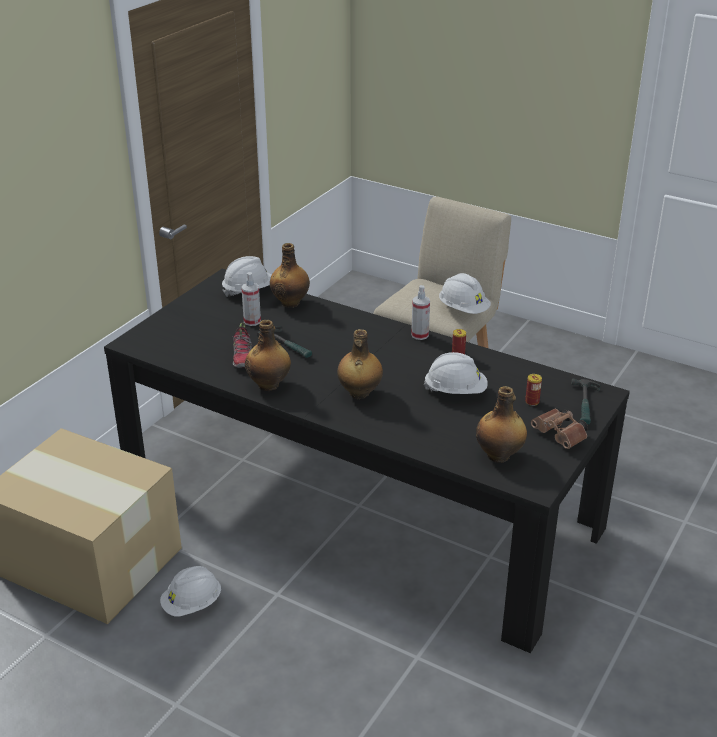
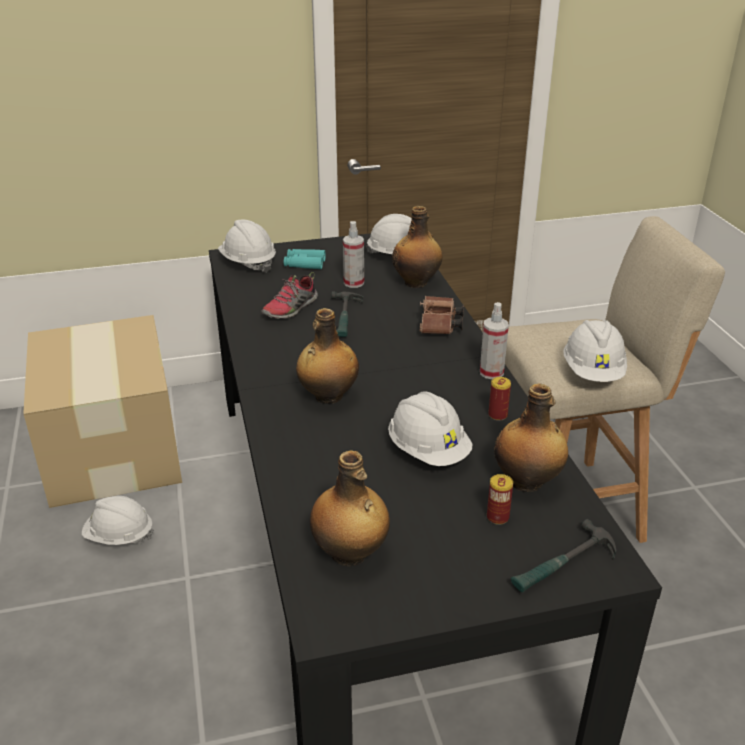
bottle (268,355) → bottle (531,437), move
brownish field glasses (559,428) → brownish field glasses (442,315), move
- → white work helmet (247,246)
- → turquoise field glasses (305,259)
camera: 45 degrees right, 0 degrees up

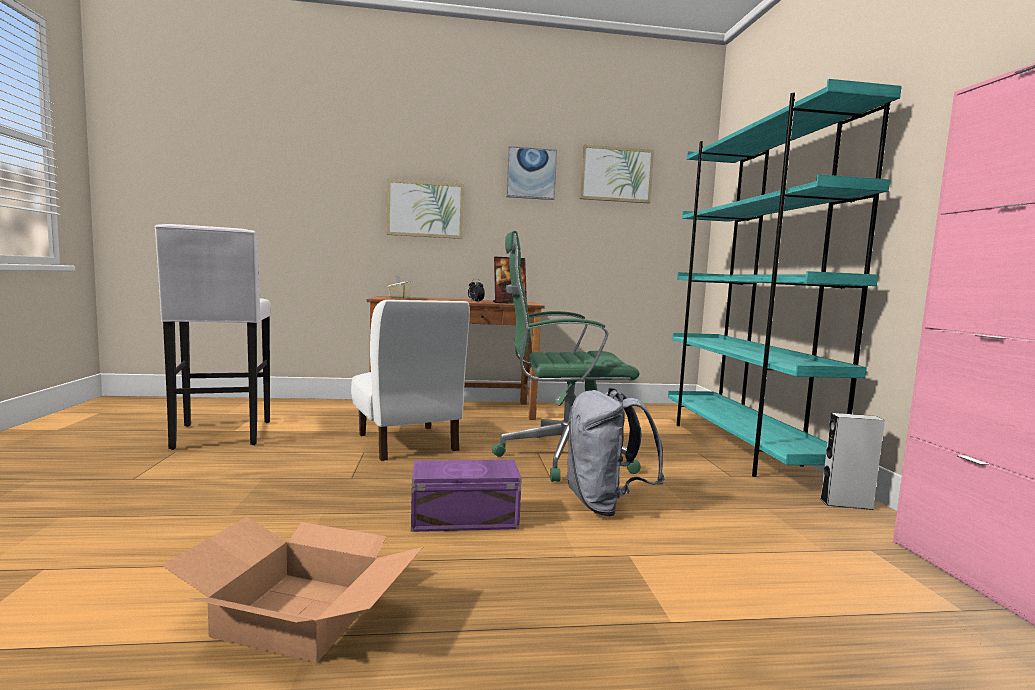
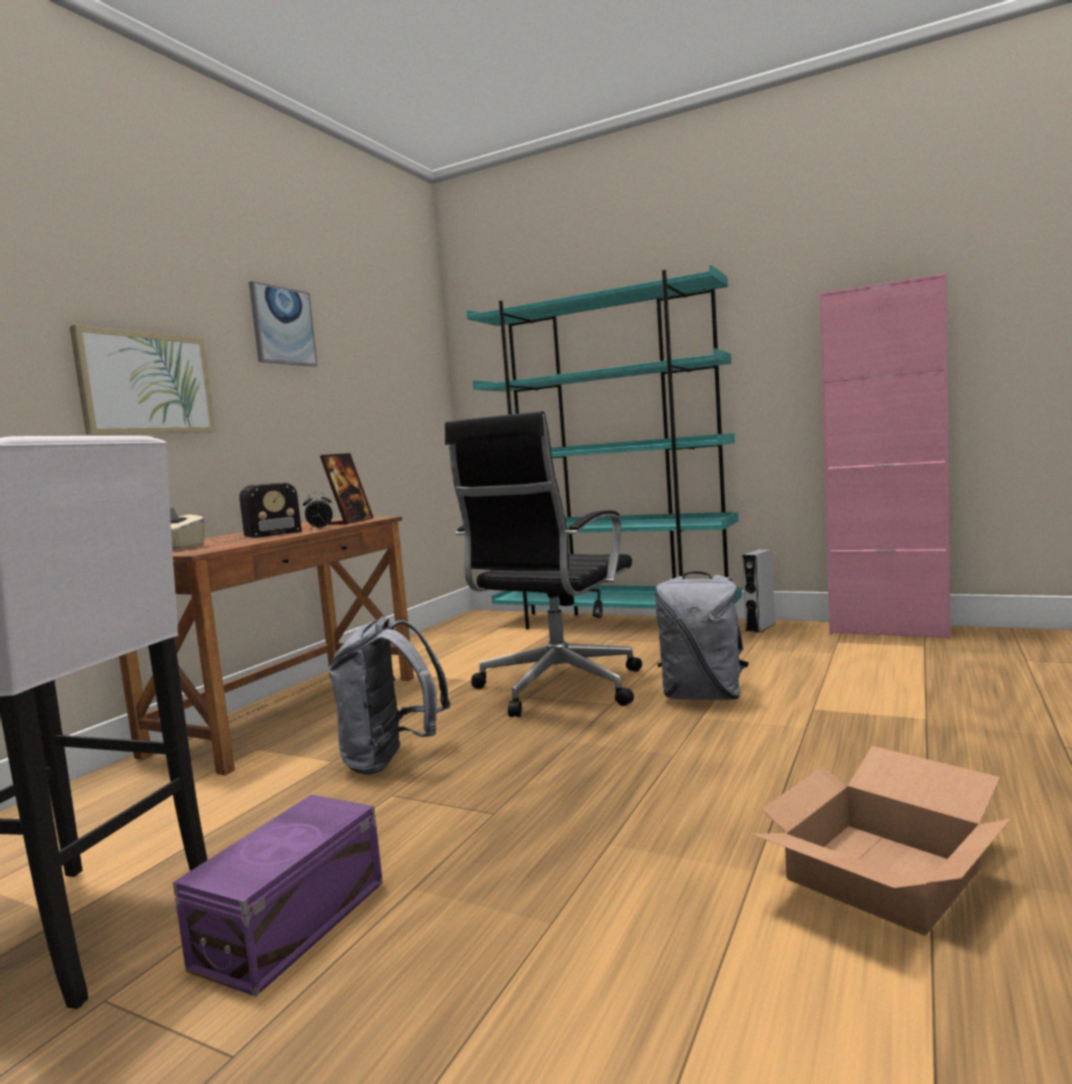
wall picture (616,173) → -
greenish desk chair (566,356) → blackish desk chair (543,564)
white upright chair (410,380) → greyish backpack (389,696)
purplish storage container (466,496) → purplish storage container (278,895), move
- → radio set (257,512)
camera: 55 degrees left, 0 degrees up

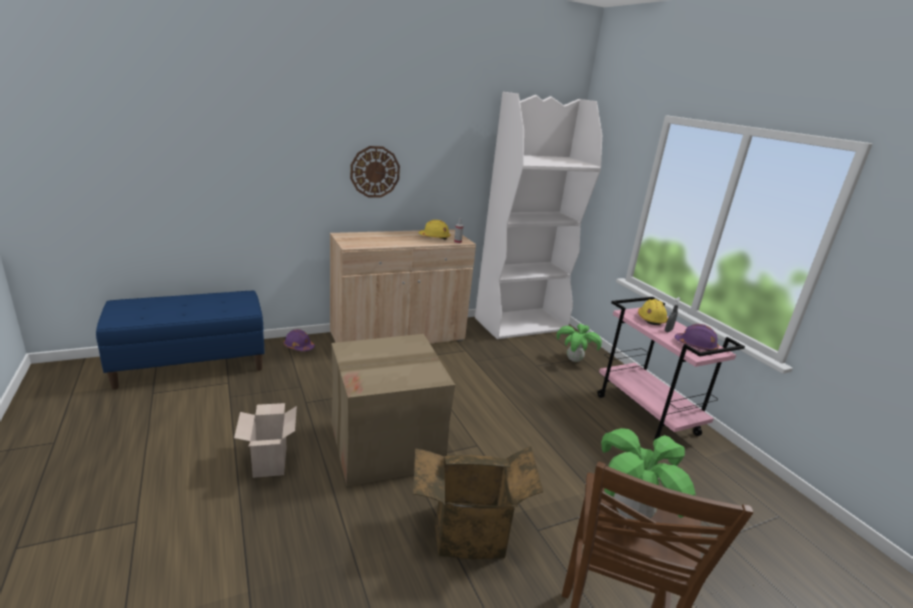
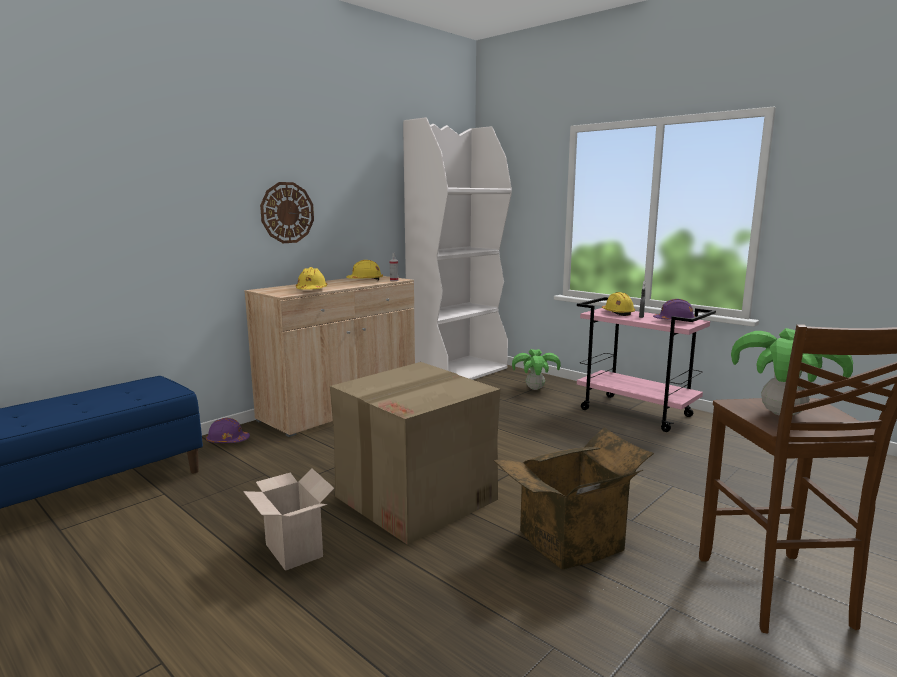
- → yellow work helmet (311,278)
camera: 20 degrees left, 10 degrees down

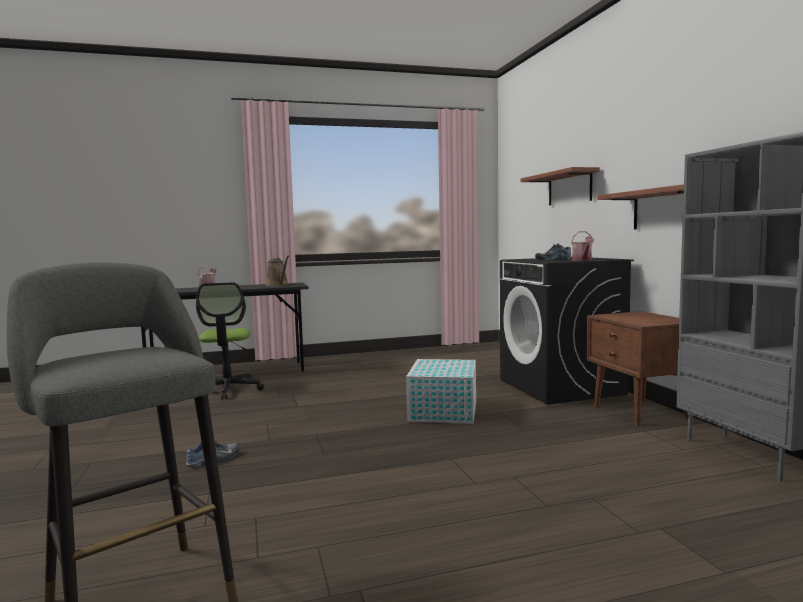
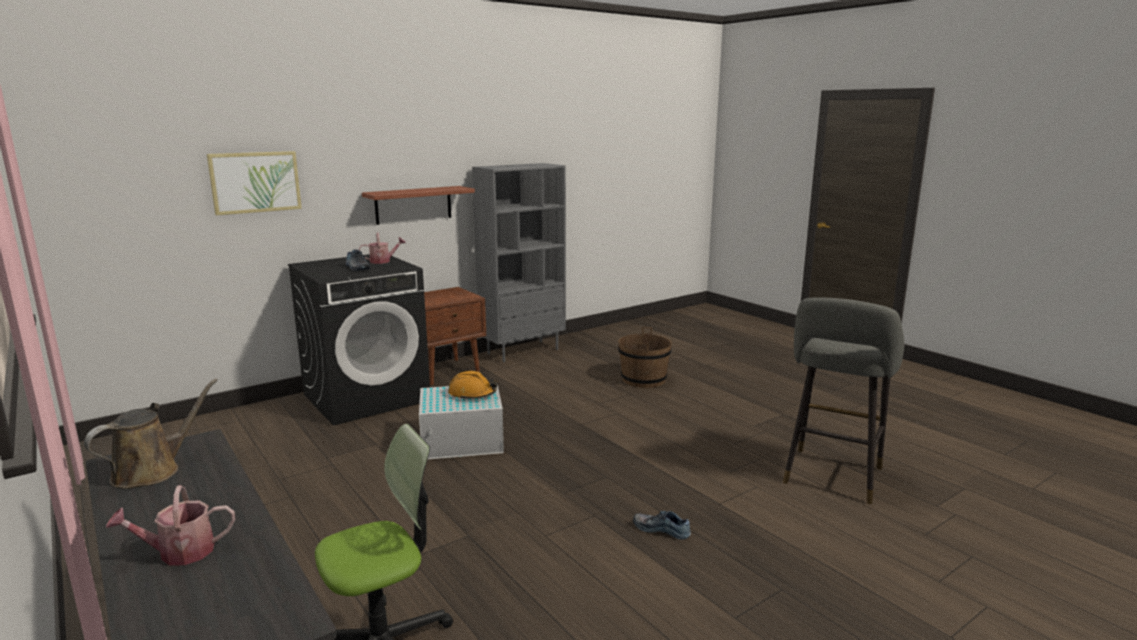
shelf (560,186) → wall picture (254,183)
- → brownish water bucket (645,357)
- → orange work helmet (473,385)
camera: 110 degrees left, 10 degrees up

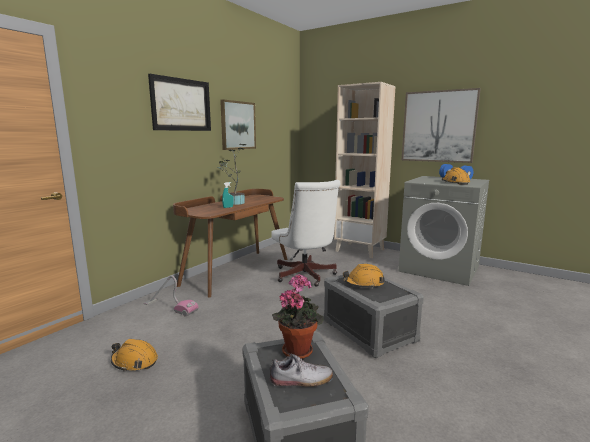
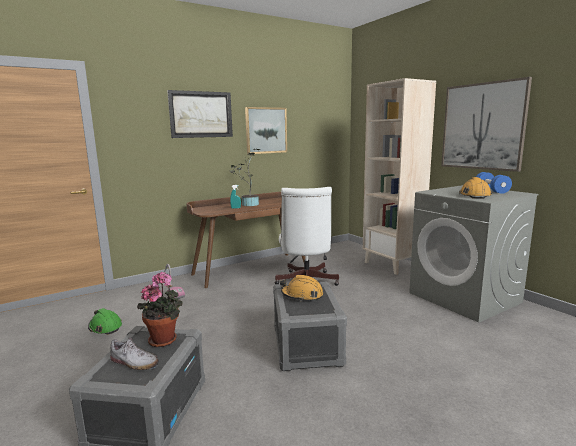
orange work helmet (134,355) → greenish work helmet (105,321)
camera: 25 degrees right, 0 degrees up

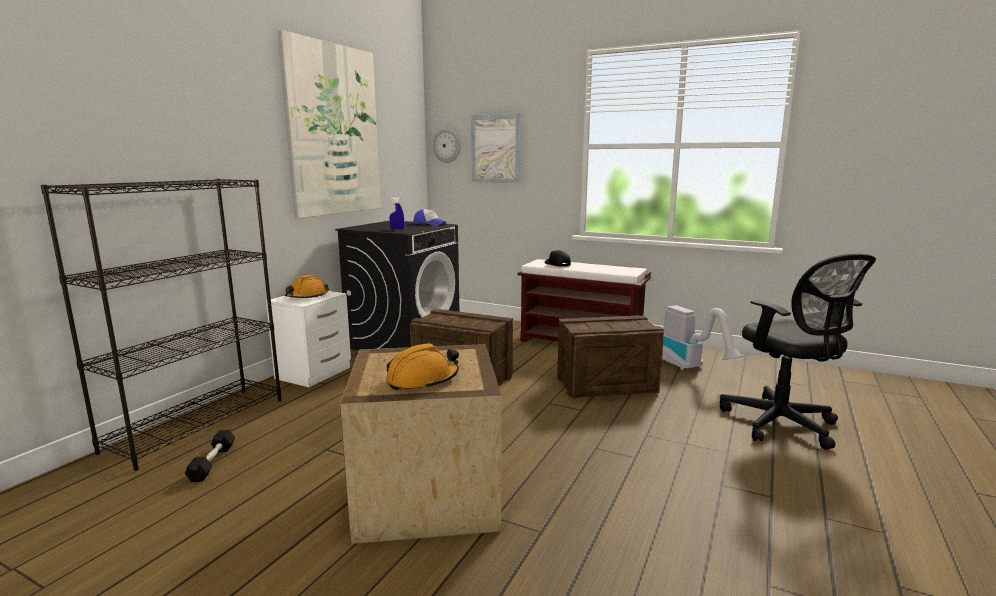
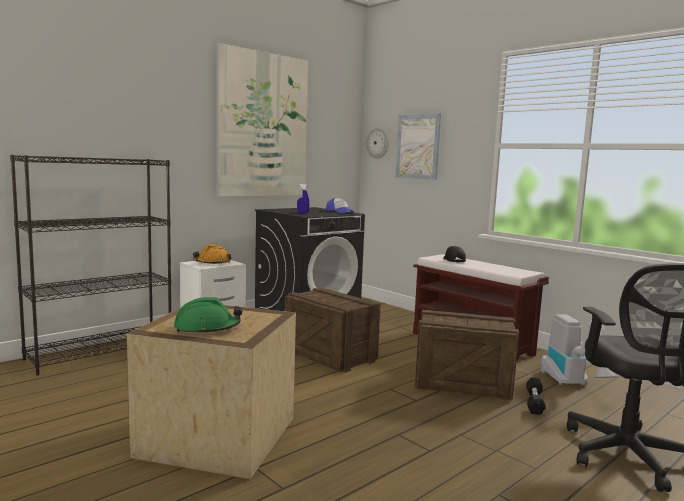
orange work helmet (422,367) → greenish work helmet (208,316)
blackish dumbbell (210,456) → blackish dumbbell (536,396), move
camera: 20 degrees right, 5 degrees down

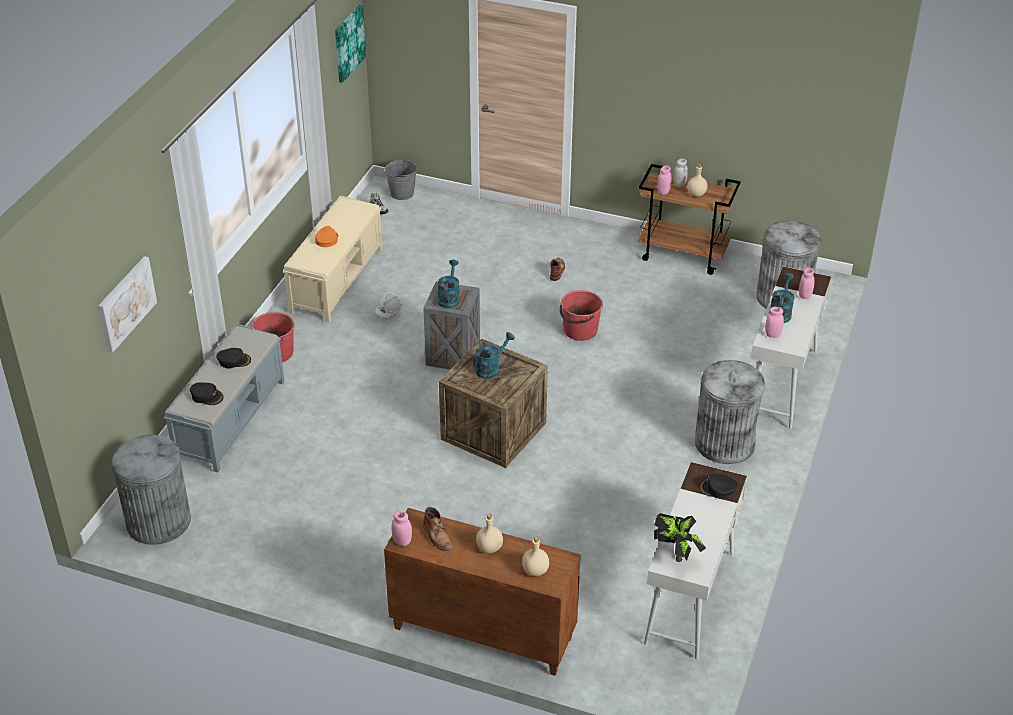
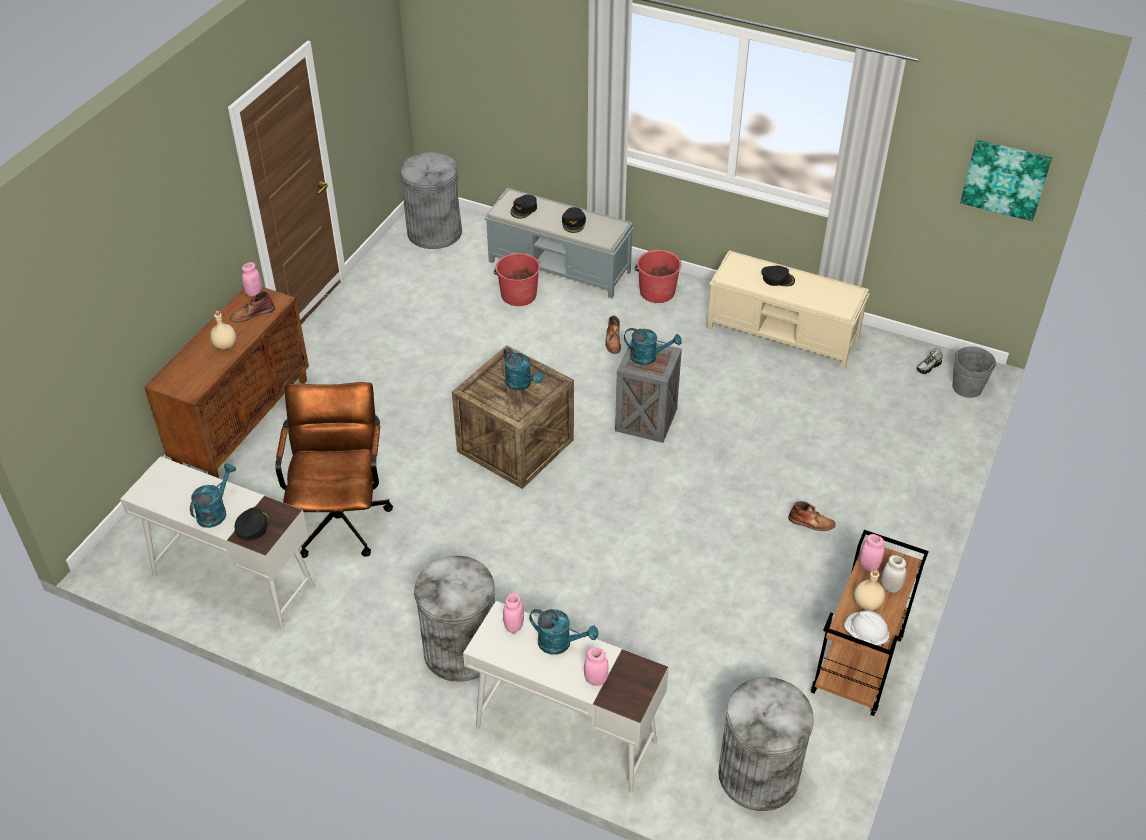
orange peaked cap (326,236) → blackish peaked cap (778,276)
wall picture (127,304) → -
reddish water bucket (581,315) → reddish water bucket (517,279), move
white work helmet (388,306) → white work helmet (866,628), move
houseplant (680,537) → -
sand-coloured bottle (535,556) → -
- → brownish boot (613,334)
- → brownish desk chair (334,470)
- → turquoise sprinkling can (213,495)
camera: 95 degrees right, 5 degrees up

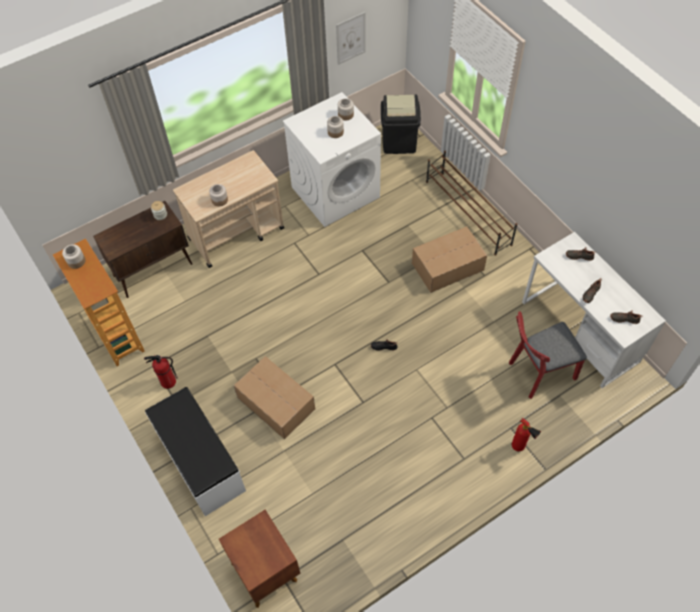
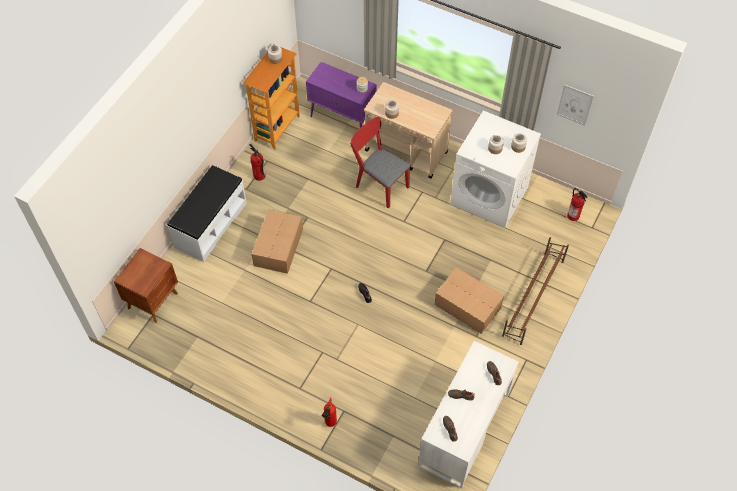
blackish rubbish bin (401,124) → extinguisher (577,204)
brownish cupboard (142,249) → purplish cupboard (341,95)
reddish upright chair (548,355) → reddish upright chair (380,163), move
camera: 60 degrees right, 0 degrees up

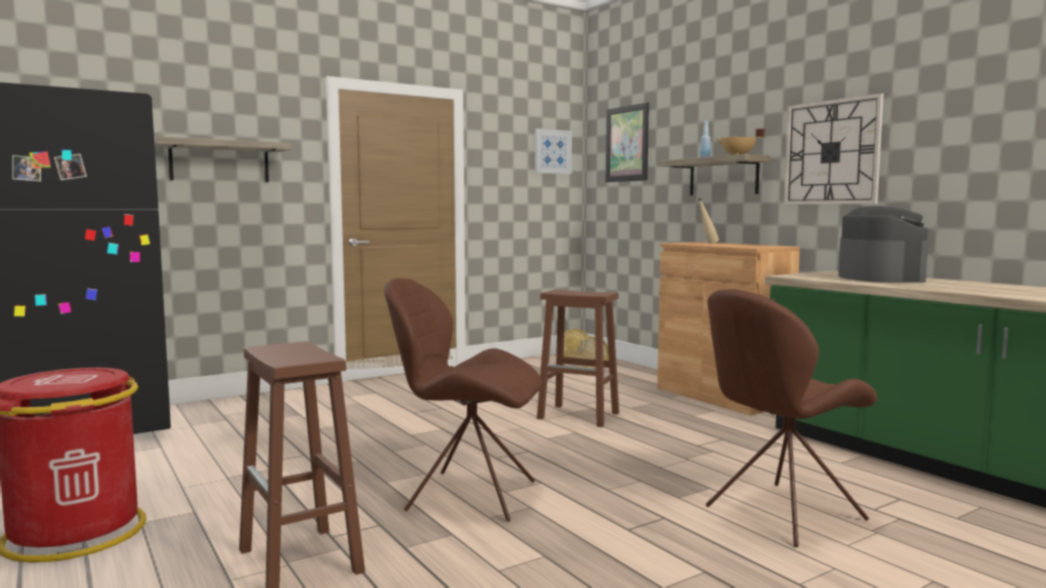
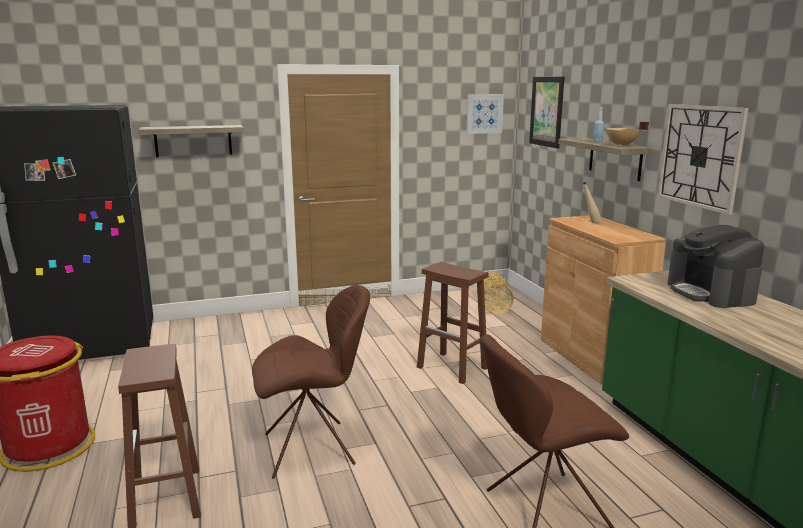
coffee brewer (883,244) → coffee brewer (715,266), 150 degrees clockwise
brownish upright chair (463,400) → brownish upright chair (311,382), 135 degrees clockwise
camera: 15 degrees right, 10 degrees up

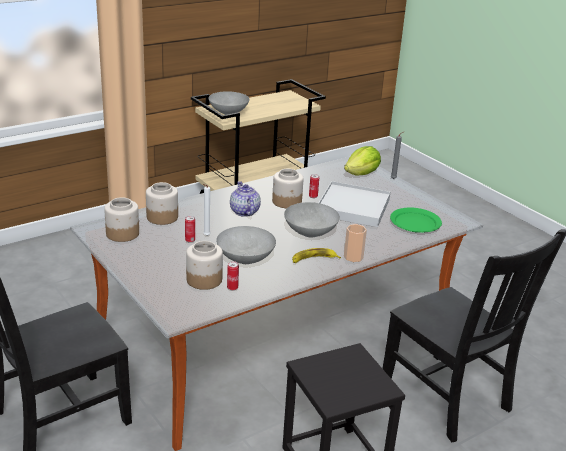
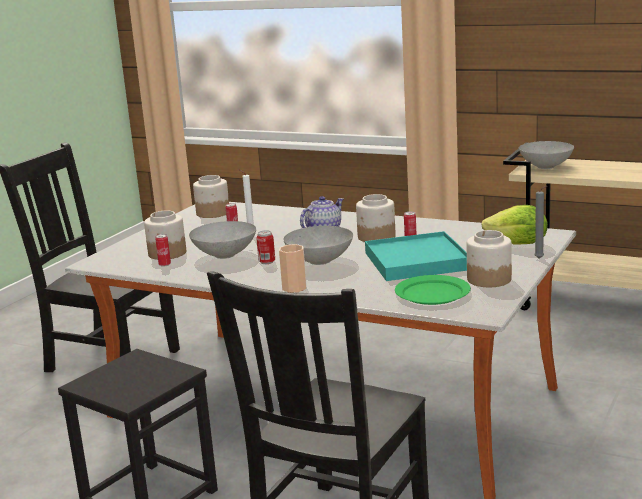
white tray (354,204) → turquoise tray (416,256)
jar (162,203) → jar (489,258), move
banana fruit (316,255) → -
- → can (265,247)
camera: 65 degrees right, 10 degrees down

